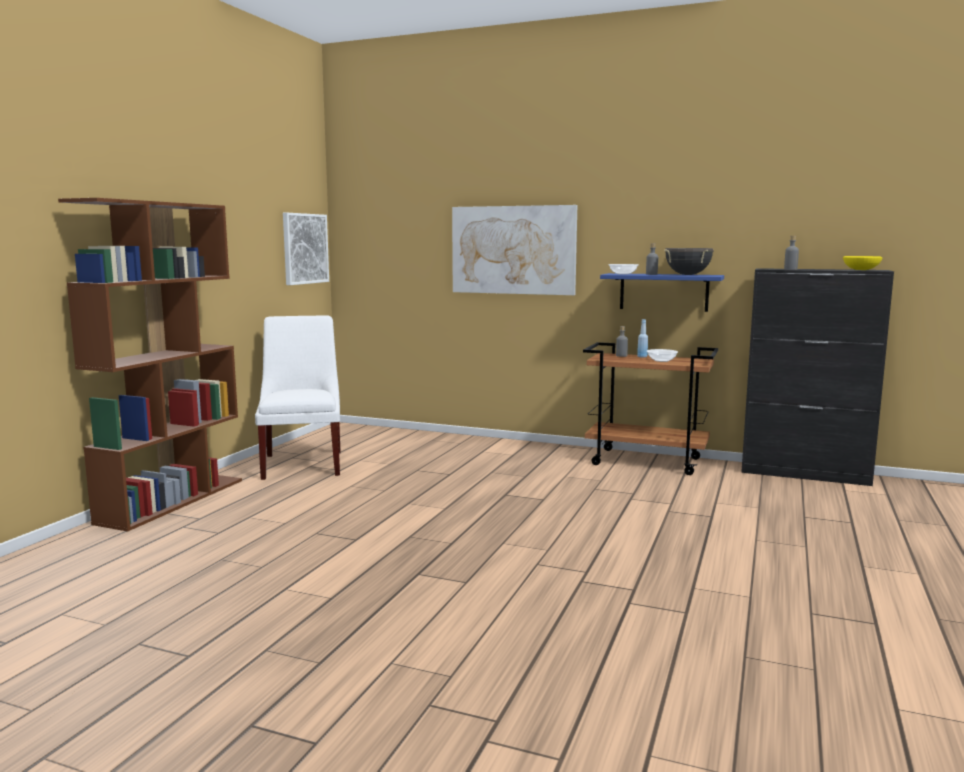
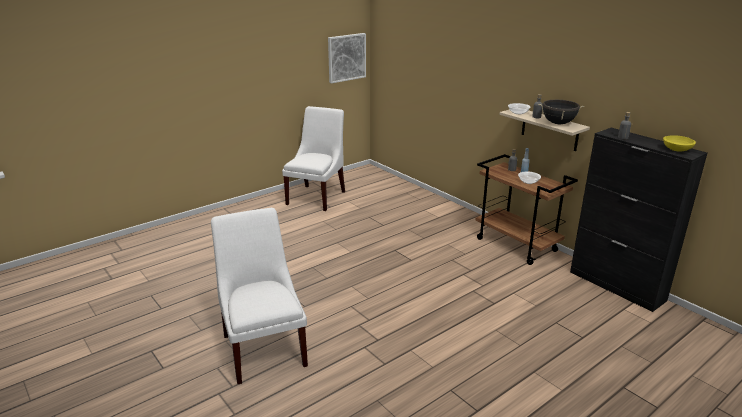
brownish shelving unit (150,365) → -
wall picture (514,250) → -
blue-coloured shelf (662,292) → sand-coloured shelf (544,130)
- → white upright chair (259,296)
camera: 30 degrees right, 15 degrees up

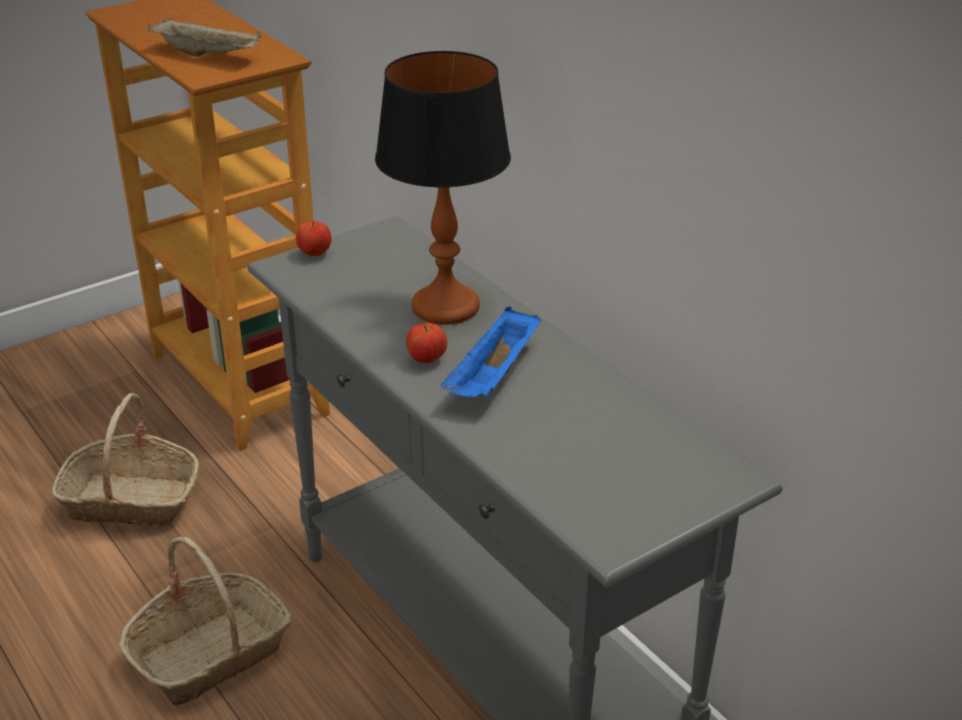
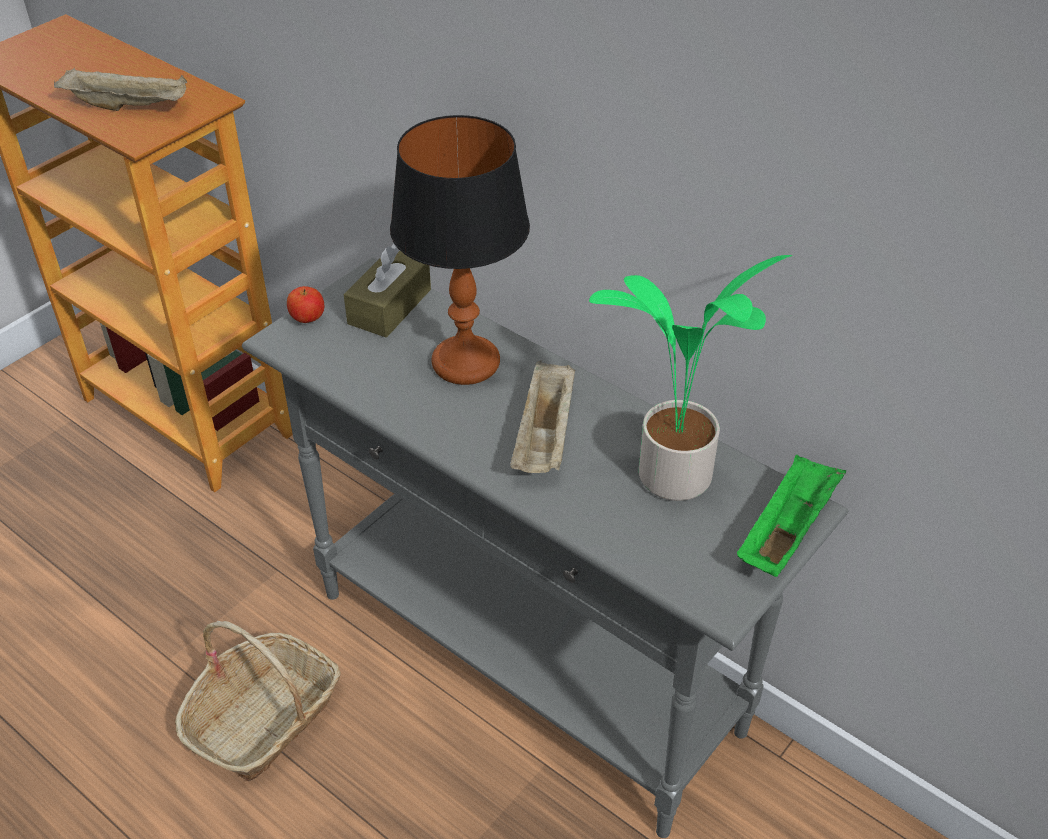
blue-coloured tray (491,352) → sand-coloured tray (542,416)
apple fruit (426,343) → -
basket (125,459) → -
- → brownish tissue box (387,291)
- → houseplant (691,378)
- → greenish tray (791,516)
camera: 15 degrees left, 10 degrees up

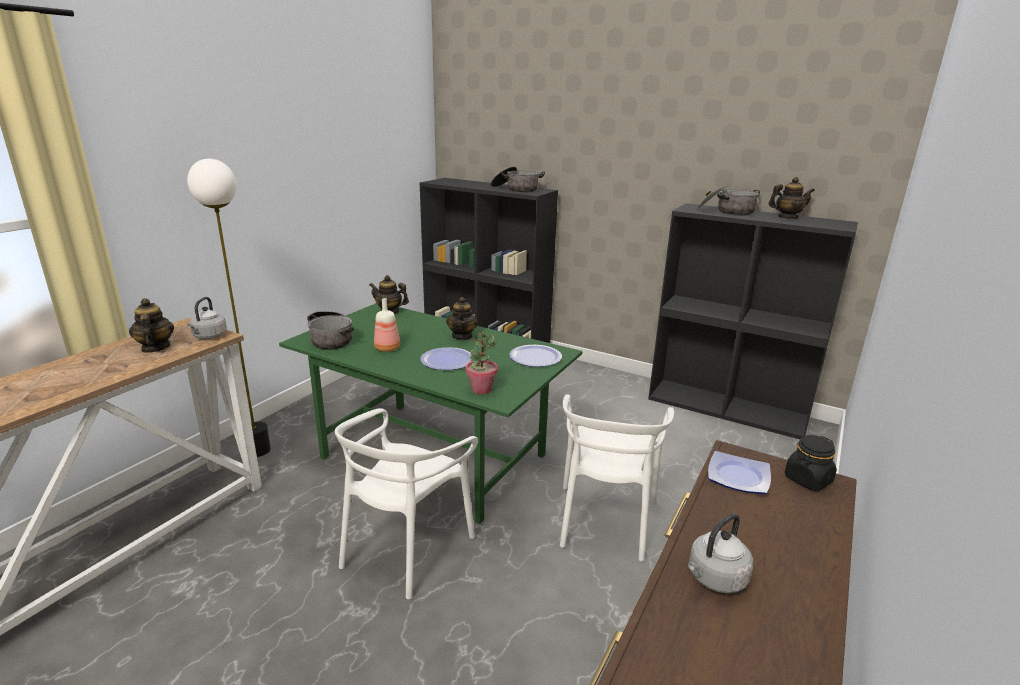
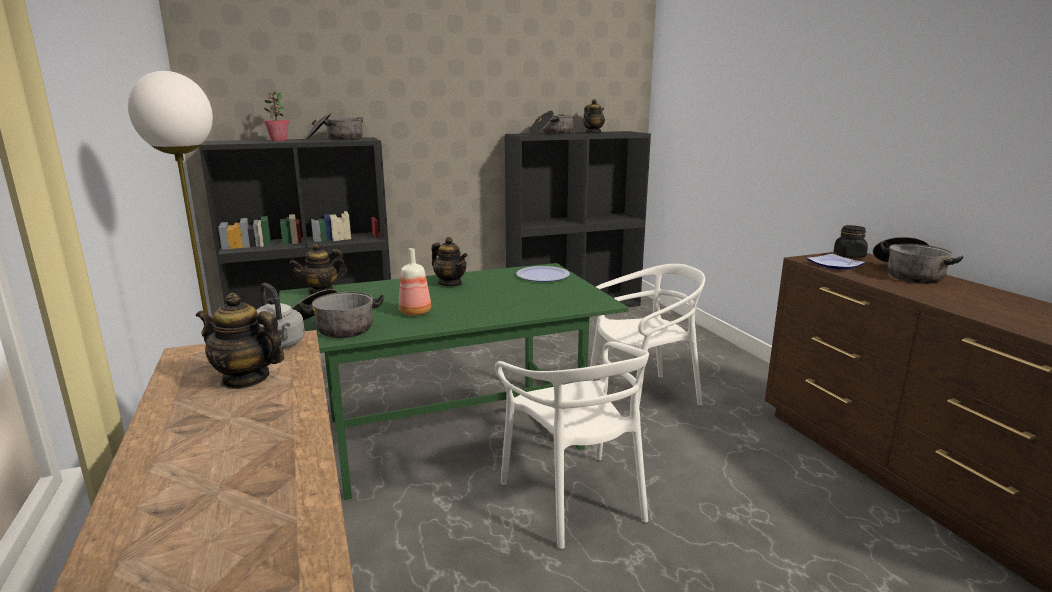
houseplant (481,362) → houseplant (276,116), move
dinner plate (445,358) → -
white upright chair (617,478) → white upright chair (646,335), 75 degrees counterclockwise
greyish water kettle (721,553) → -
- → stockpot (918,260)
camera: 50 degrees left, 5 degrees down

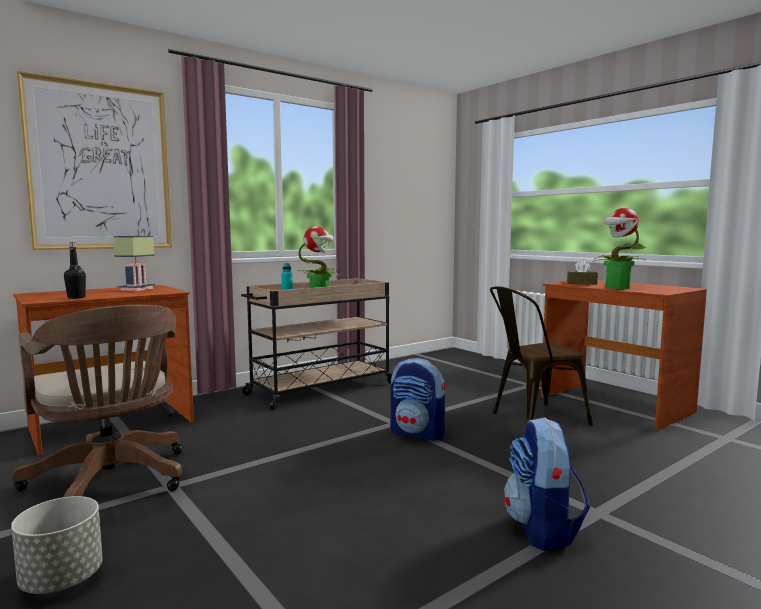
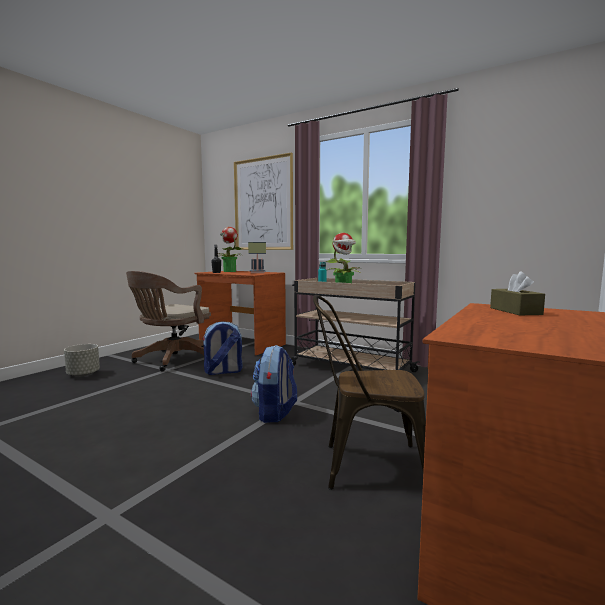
houseplant (620,248) → houseplant (230,249), move
brownish upright chair (541,356) → brownish upright chair (369,392), 45 degrees counterclockwise
backpack (546,484) → backpack (222,348), move
camera: 70 degrees right, 0 degrees up

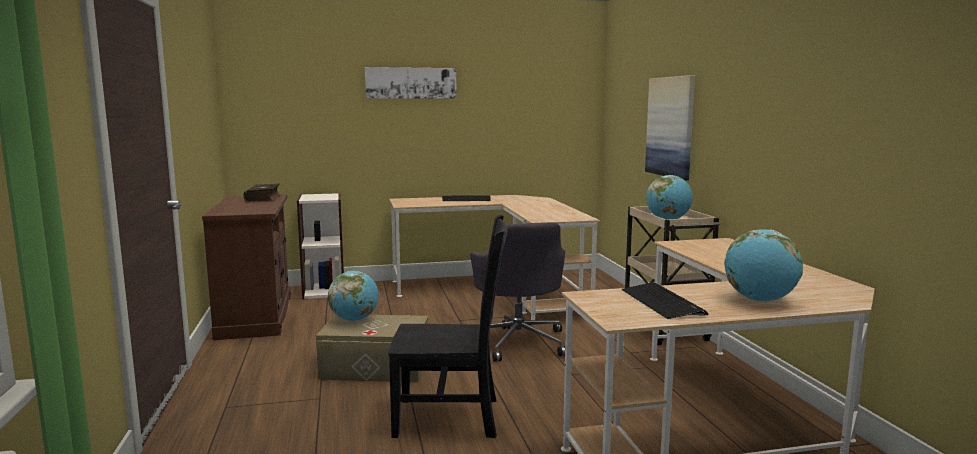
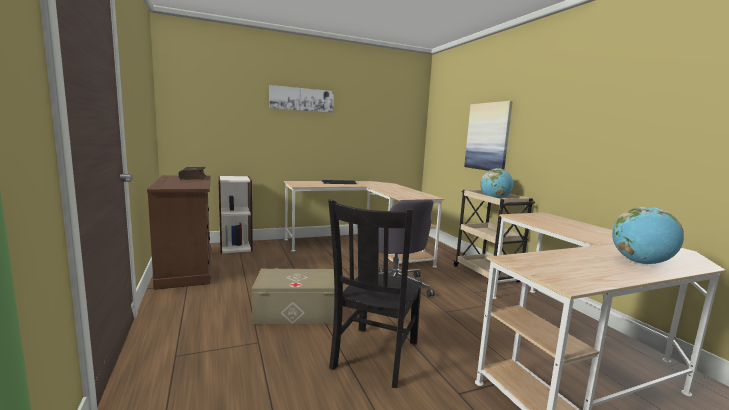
blackish upright chair (448,326) → blackish upright chair (375,293), 120 degrees clockwise
desk globe (353,296) → -
PC keyboard (665,300) → -
camera: 10 degrees left, 0 degrees up

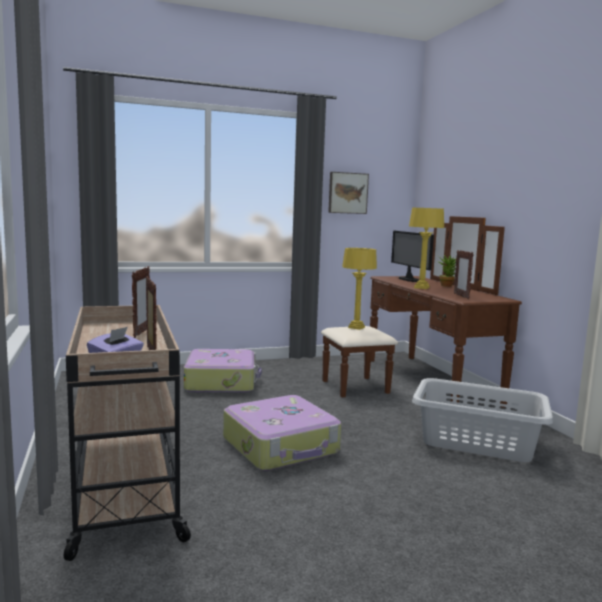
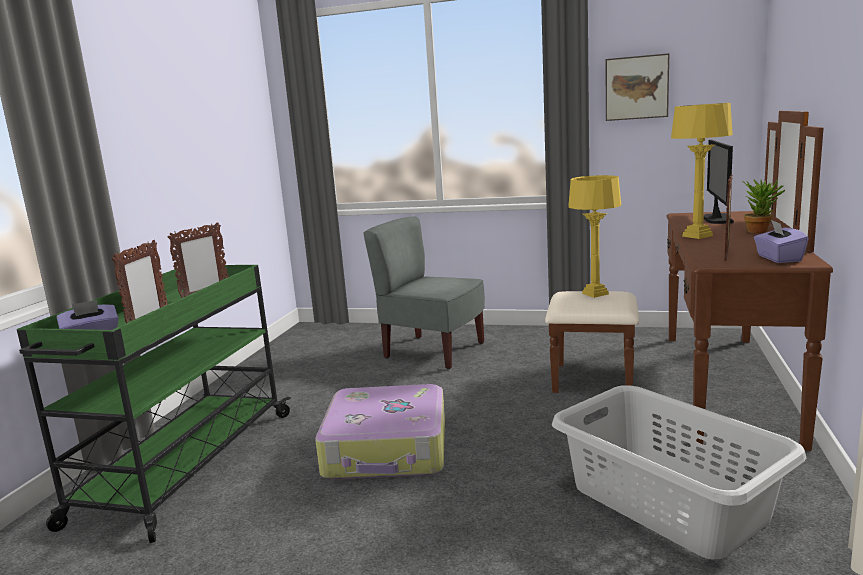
sand-coloured trolley (127,433) → greenish trolley (154,404)
piece of luggage (223,370) → greyish upright chair (424,293)
- → purplish tissue box (781,241)
camera: 35 degrees right, 5 degrees up

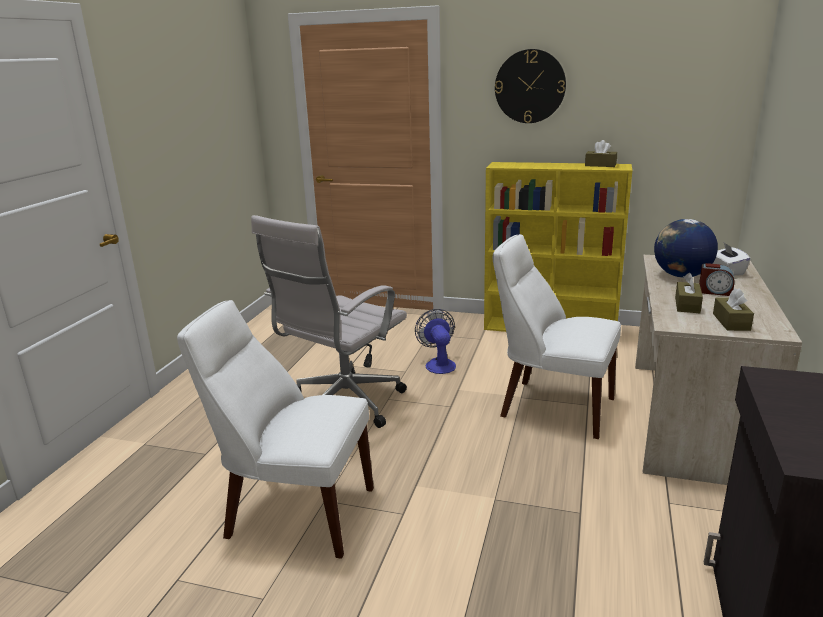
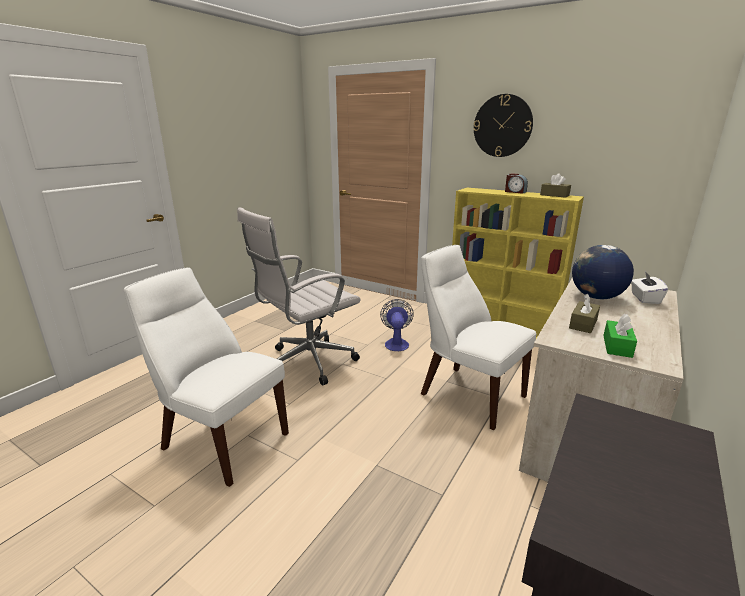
table clock (716,279) → table clock (516,183), move
brownish tissue box (733,309) → greenish tissue box (620,336)
camera: 15 degrees right, 0 degrees up

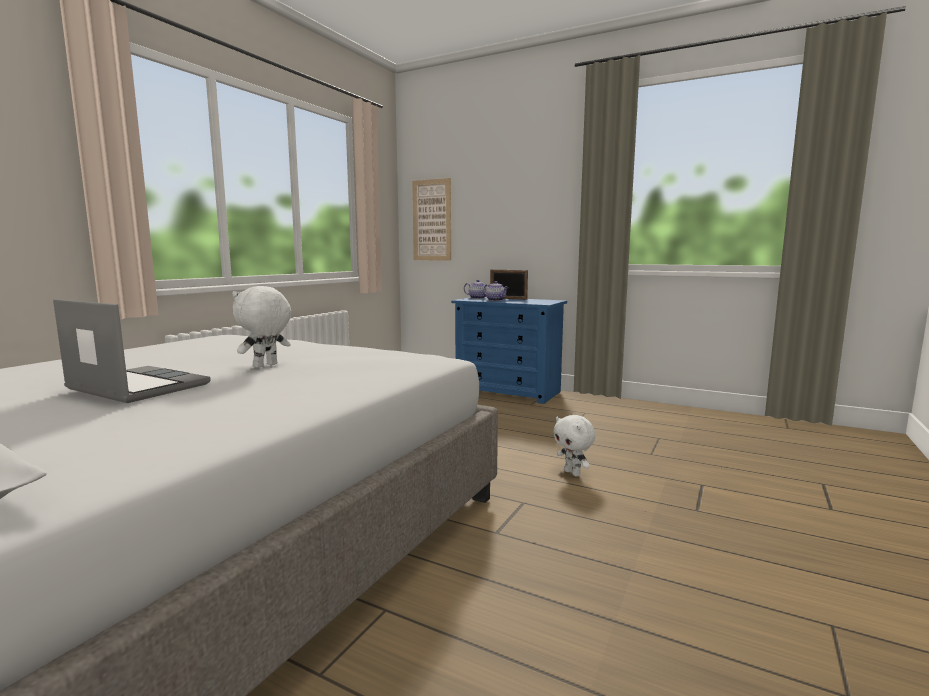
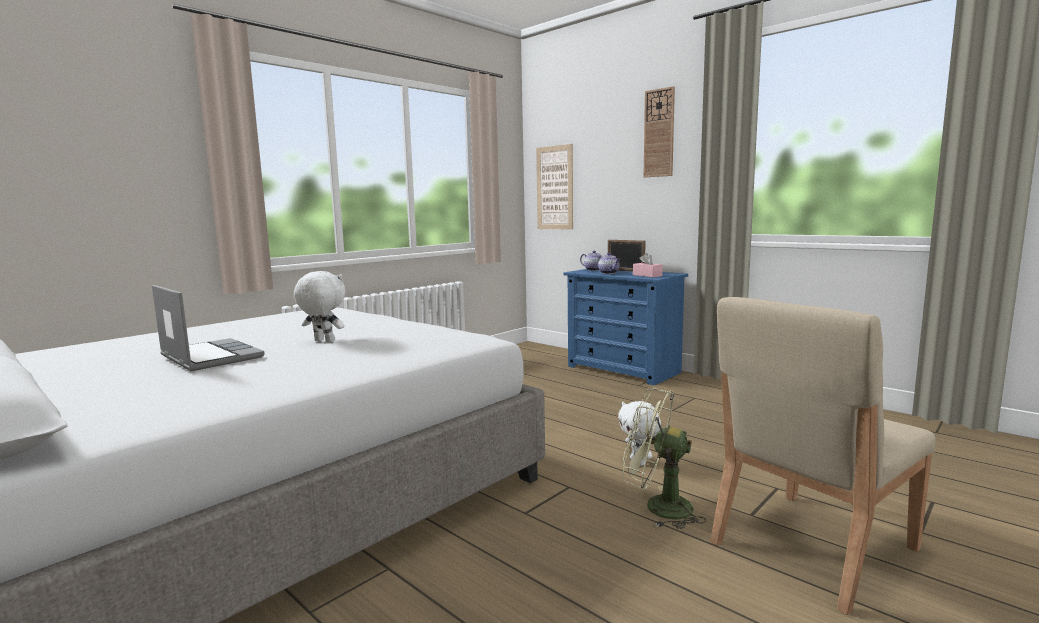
white cuddly toy (261,327) → white cuddly toy (319,306), 60 degrees clockwise
- → clock on the wall (659,131)
- → pinkish tissue box (648,265)
- → sand-coloured upright chair (823,456)
- → greenish cooling fan (665,458)
camera: 15 degrees right, 0 degrees up

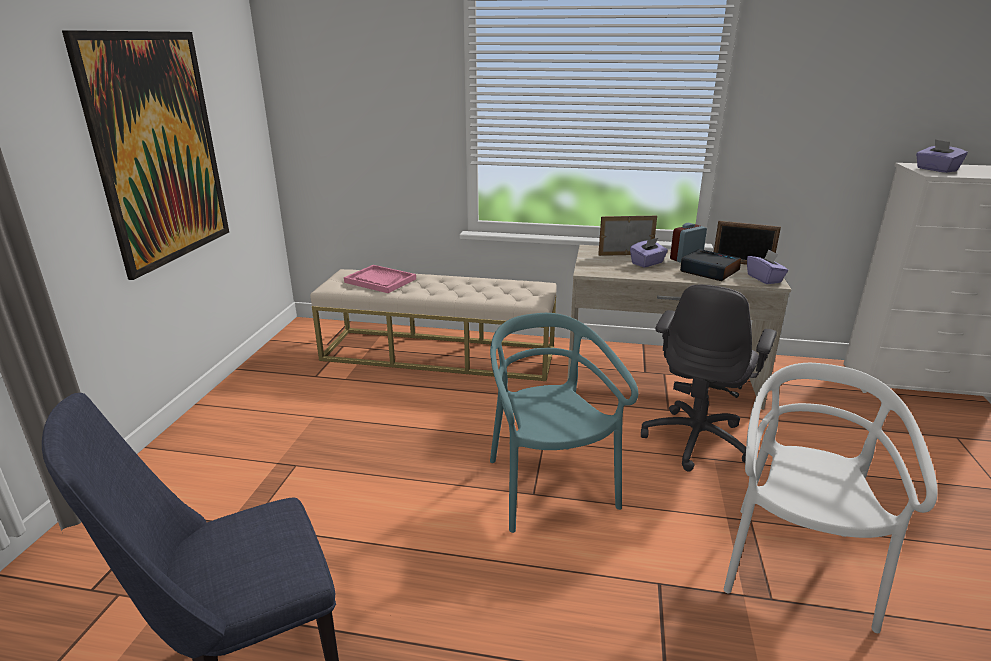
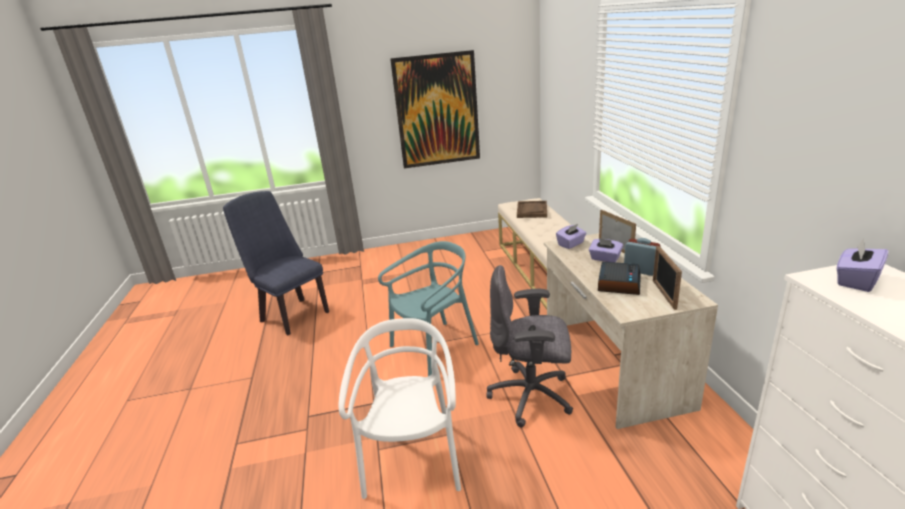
purplish tissue box (768,267) → purplish tissue box (571,236), move
pinkish tray (380,279) → brownish tray (532,209)
white upright chair (831,498) → white upright chair (400,408), 90 degrees counterclockwise
camera: 70 degrees right, 0 degrees up

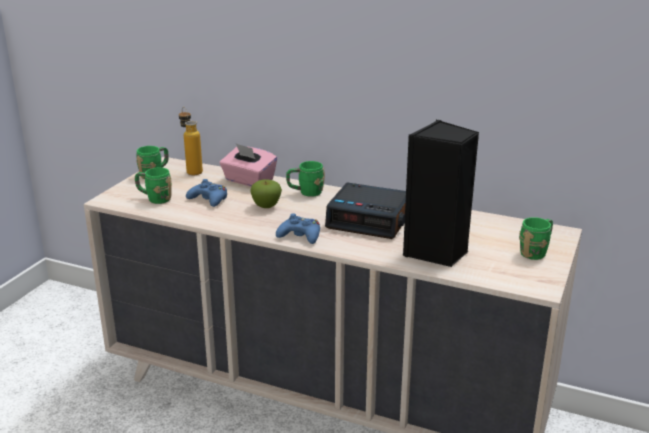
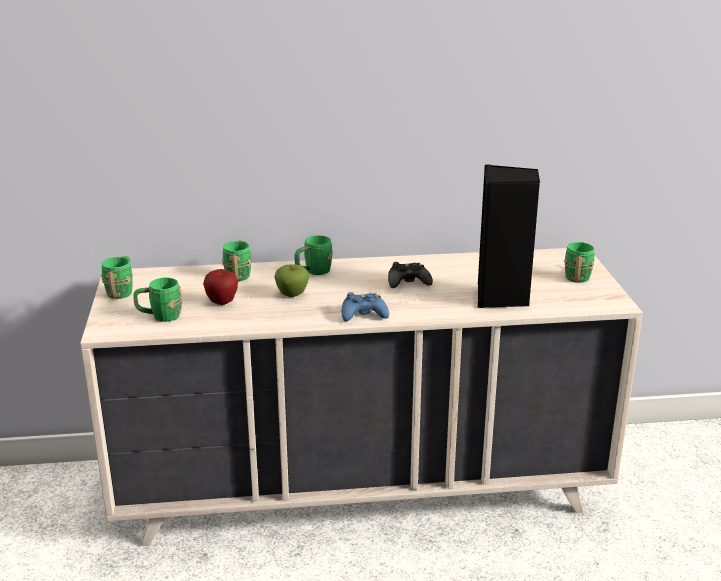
bottle (191,141) → -
pinkish tissue box (248,165) → greenish coffee mug (236,260)
blue-coloured gamepad (206,193) → apple fruit (220,287)
table clock (365,210) → blackish gamepad (410,275)
camera: 30 degrees left, 0 degrees up

